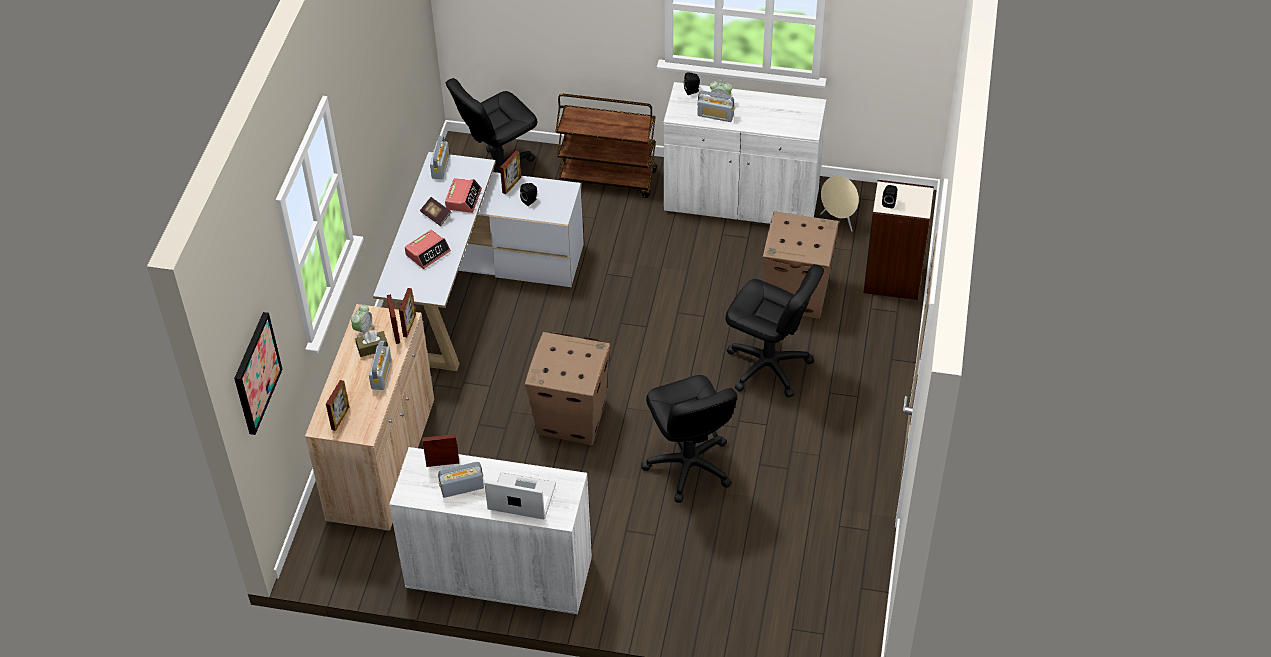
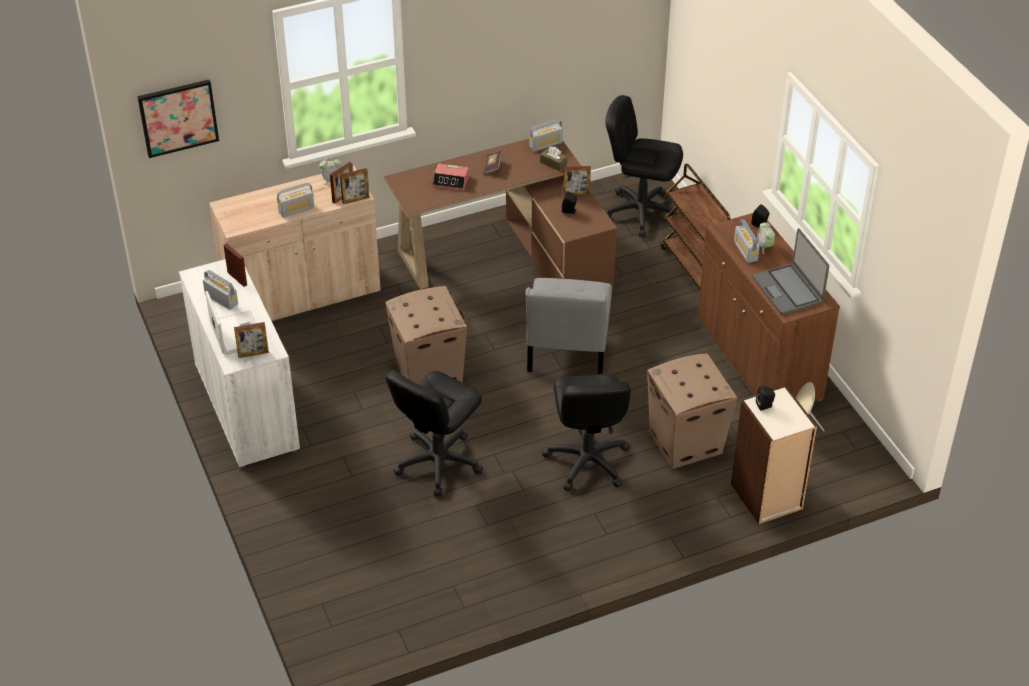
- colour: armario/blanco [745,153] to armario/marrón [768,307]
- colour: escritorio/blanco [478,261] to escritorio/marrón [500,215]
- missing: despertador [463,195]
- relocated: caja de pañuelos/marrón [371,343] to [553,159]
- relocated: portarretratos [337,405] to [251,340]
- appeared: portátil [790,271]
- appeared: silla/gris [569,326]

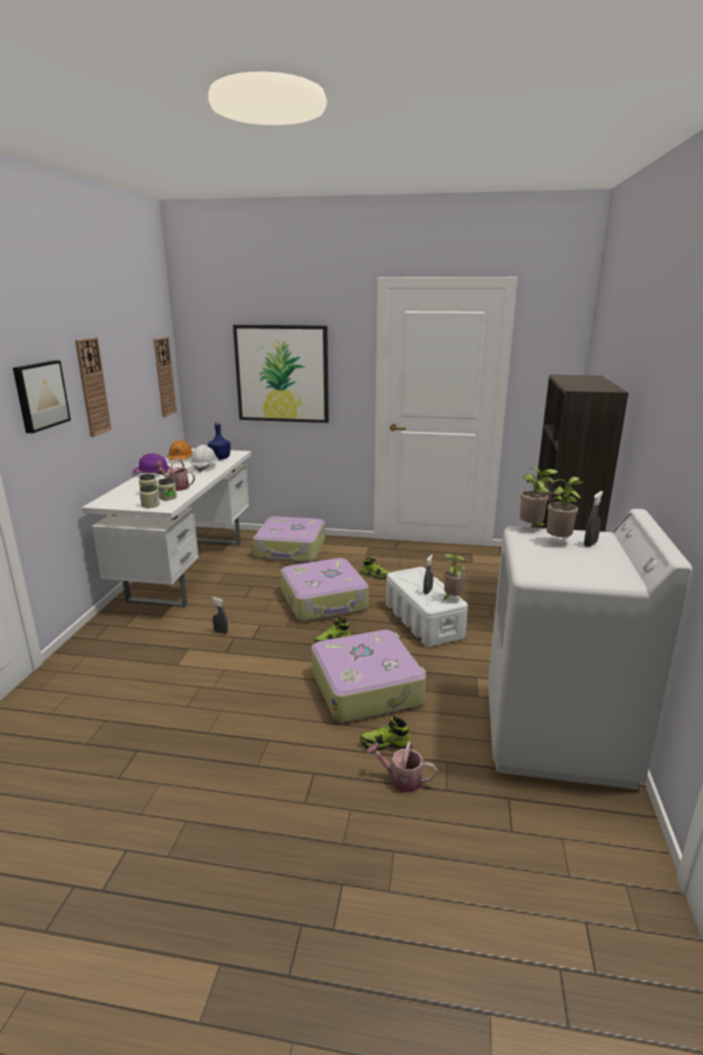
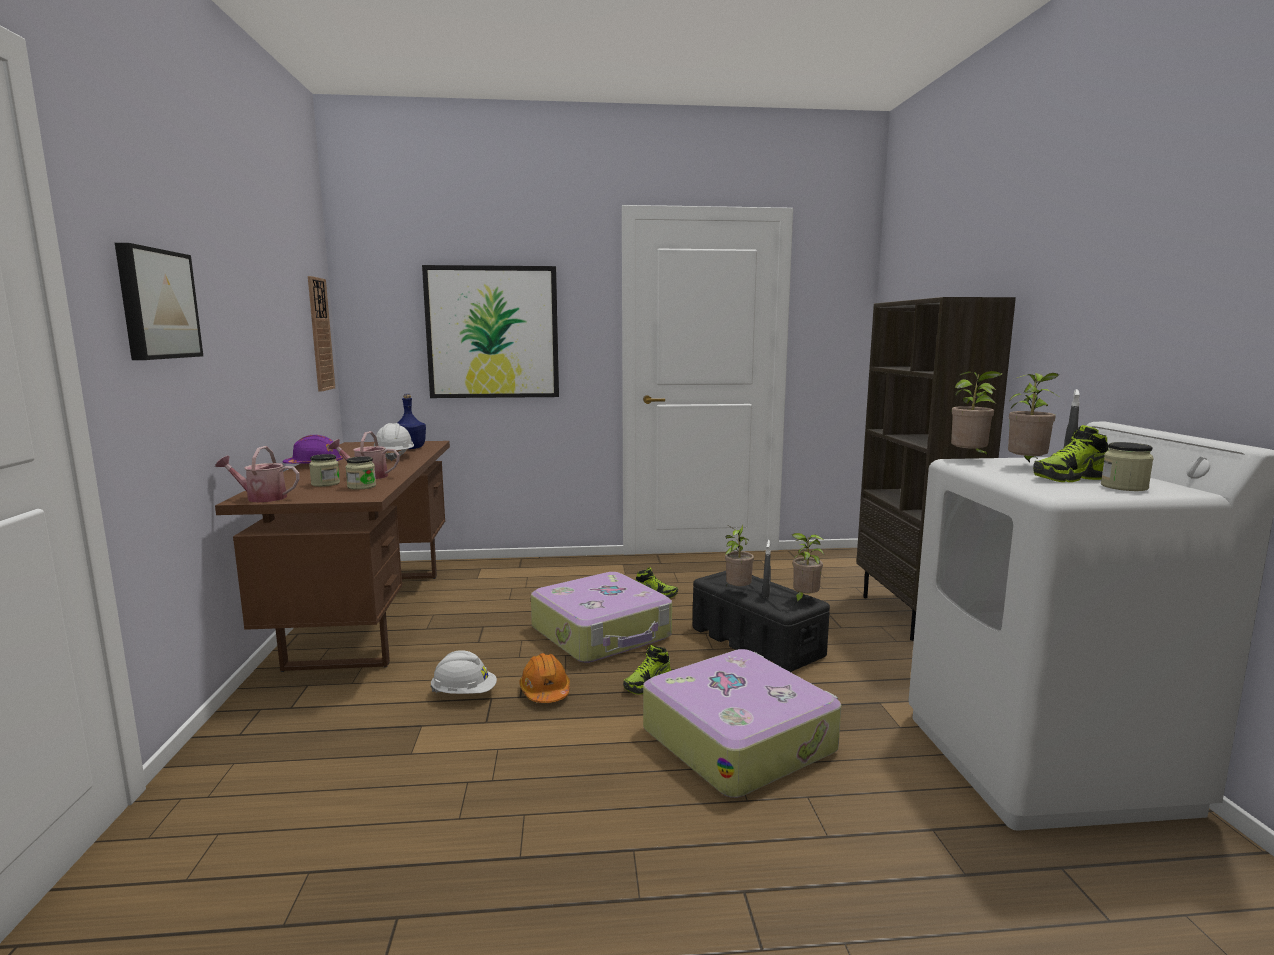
- missing: reloj de pared [93,387]
- relocated: casco/naranja [180,450] to [544,678]
- colour: escritorio/blanco [166,528] to escritorio/marrón [332,556]
- relocated: tarro [150,496] to [1127,466]
- missing: maleta [289,539]
- colour: caja de almacenaje/blanco [427,607] to caja de almacenaje/negro [761,621]
- exchanged: pulverizador/gris [220,615] to casco/blanco [463,672]
- relocated: zapato [386,733] to [1071,453]
- relocated: regadera [402,767] to [257,474]
- appeared: planta en maceta [739,555]

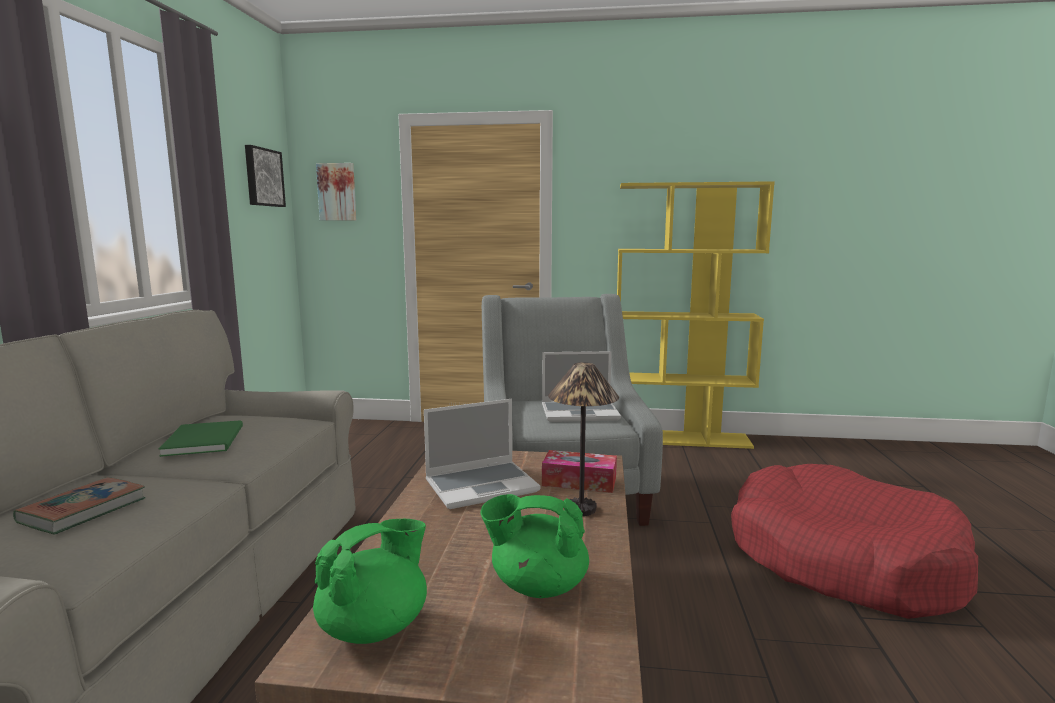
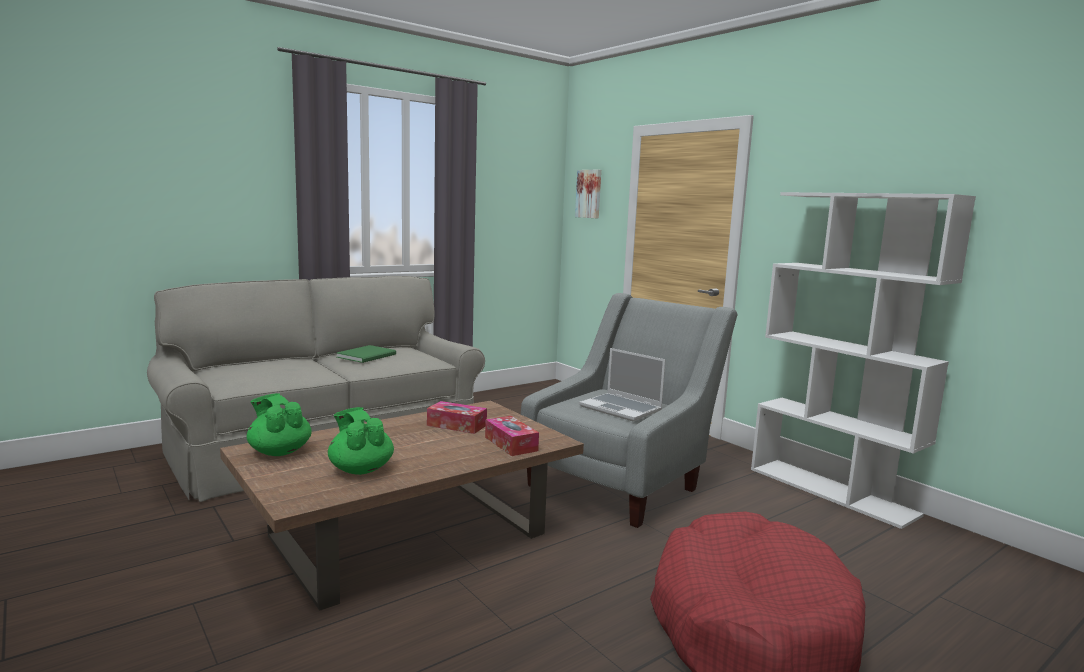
- missing: cuadro [265,176]
- colour: estantería/amarillo [696,315] to estantería/blanco [863,360]
- missing: lámpara de mesa [583,439]
- exchanged: portátil [482,454] to caja de pañuelos [457,417]
- missing: libro [79,506]
- spun: tetera/verde [370,581] = [279,424] 135 degrees counterclockwise

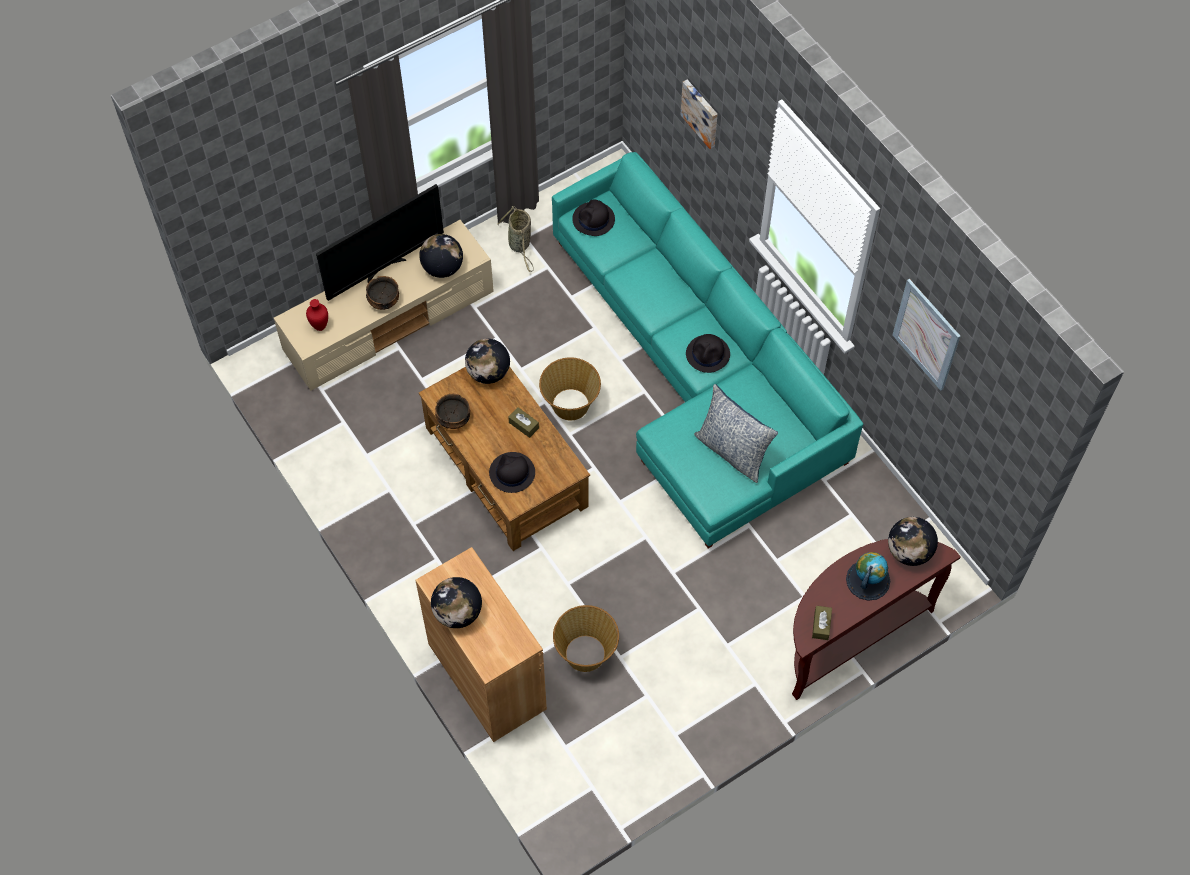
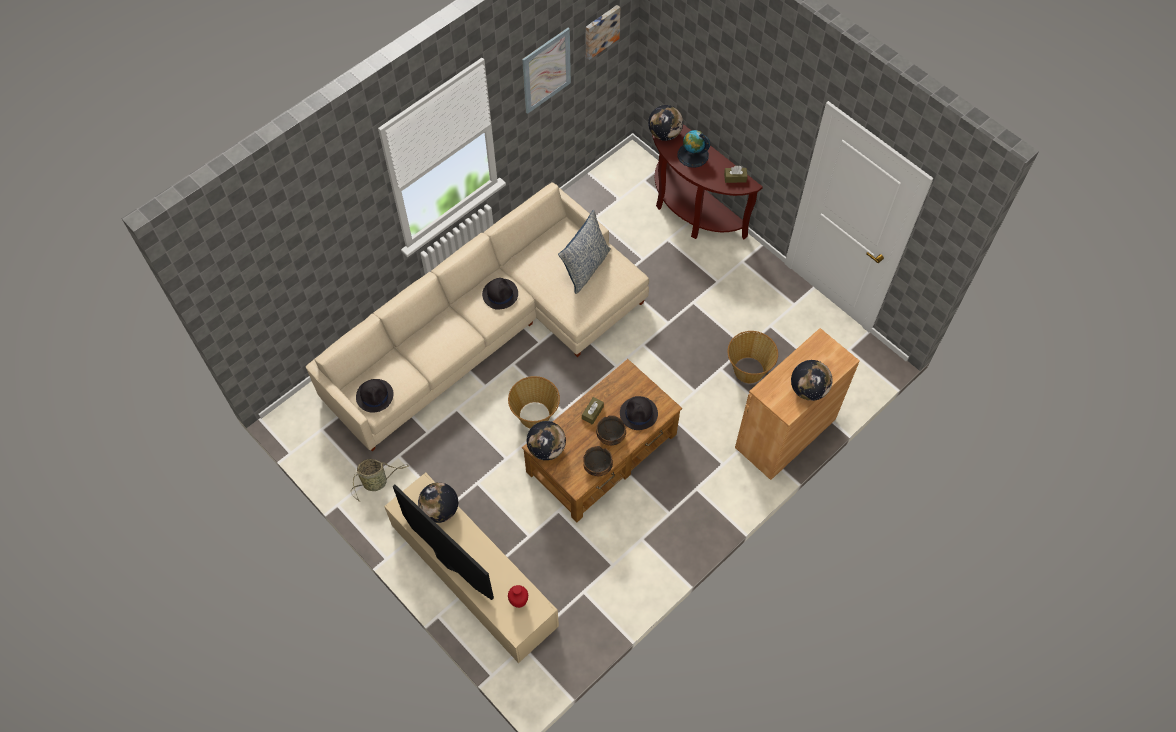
- relocated: cuadro [699,114] to [603,32]
- colour: sofá/turquesa [707,350] to sofá/beis [477,316]
- relocated: cuenco [382,293] to [611,430]

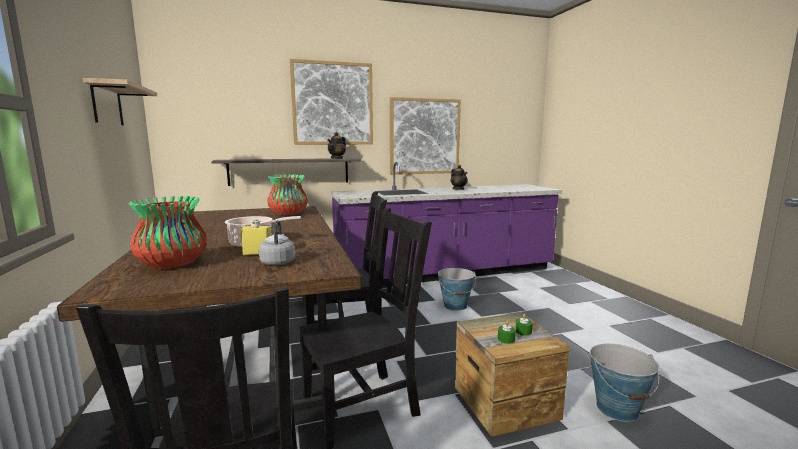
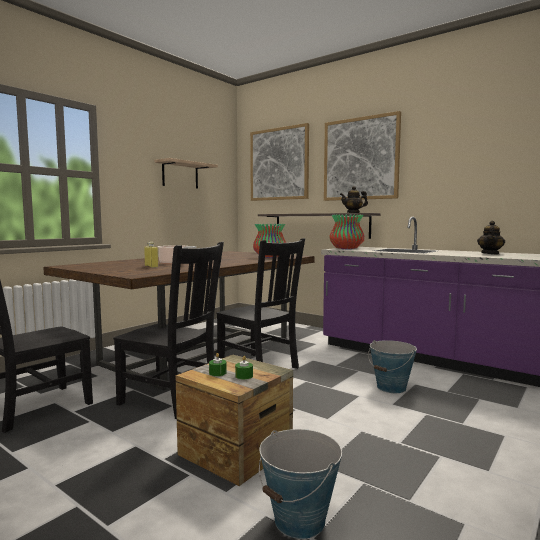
- relocated: cuadro [425,136] to [279,162]
- relocated: florero [168,232] to [346,232]
- missing: hervidor/gris [277,243]

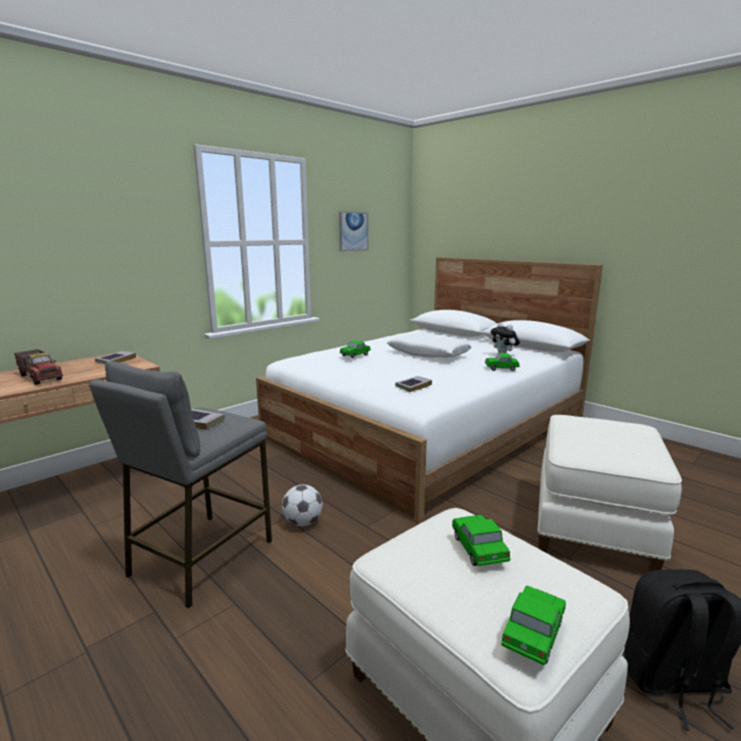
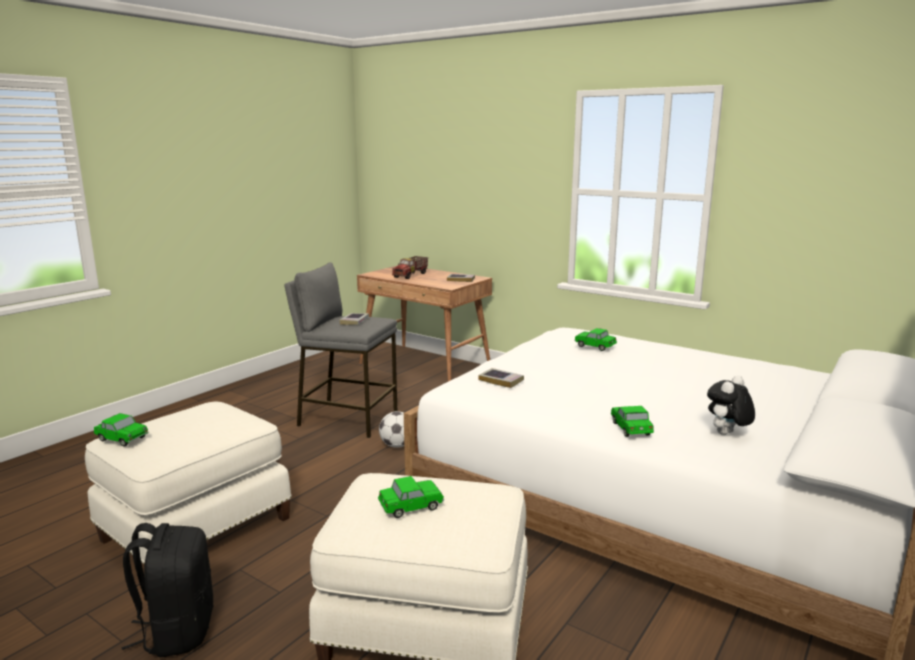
- missing: cuadro [353,231]
- missing: cojín/blanco [429,345]
- relocated: coche de juguete [481,540] to [411,497]

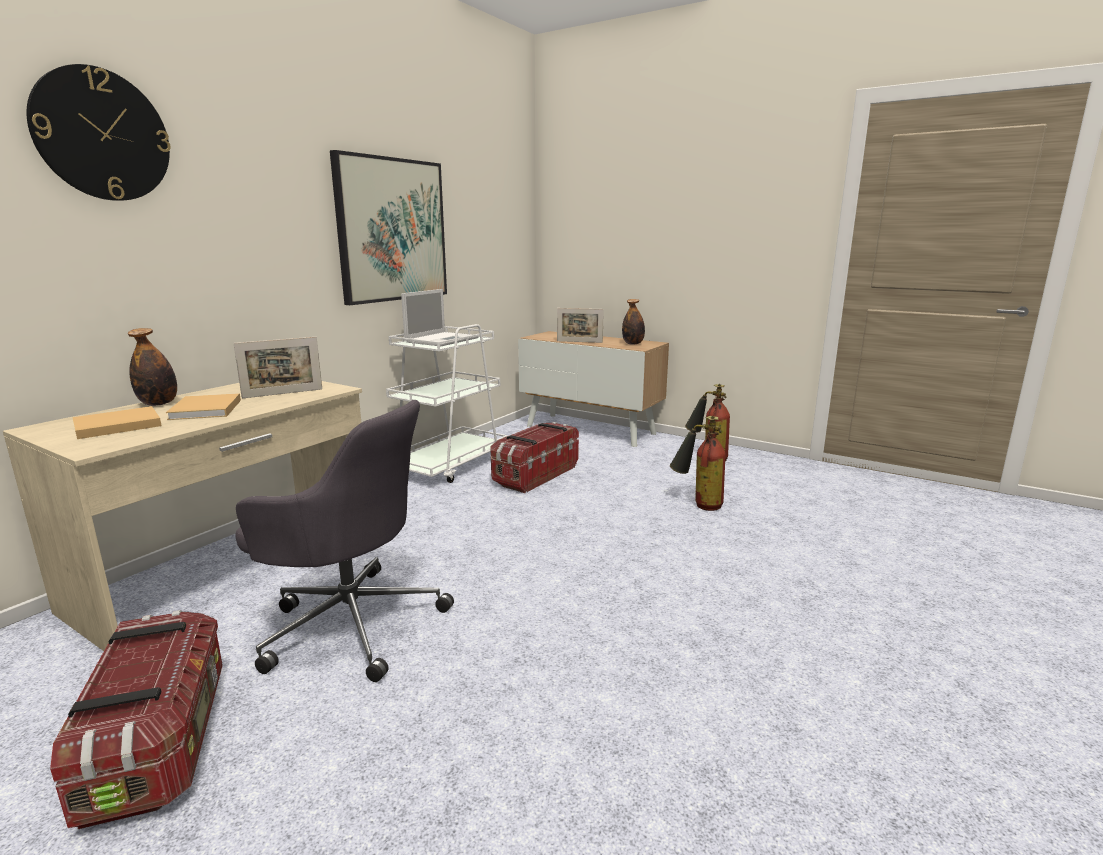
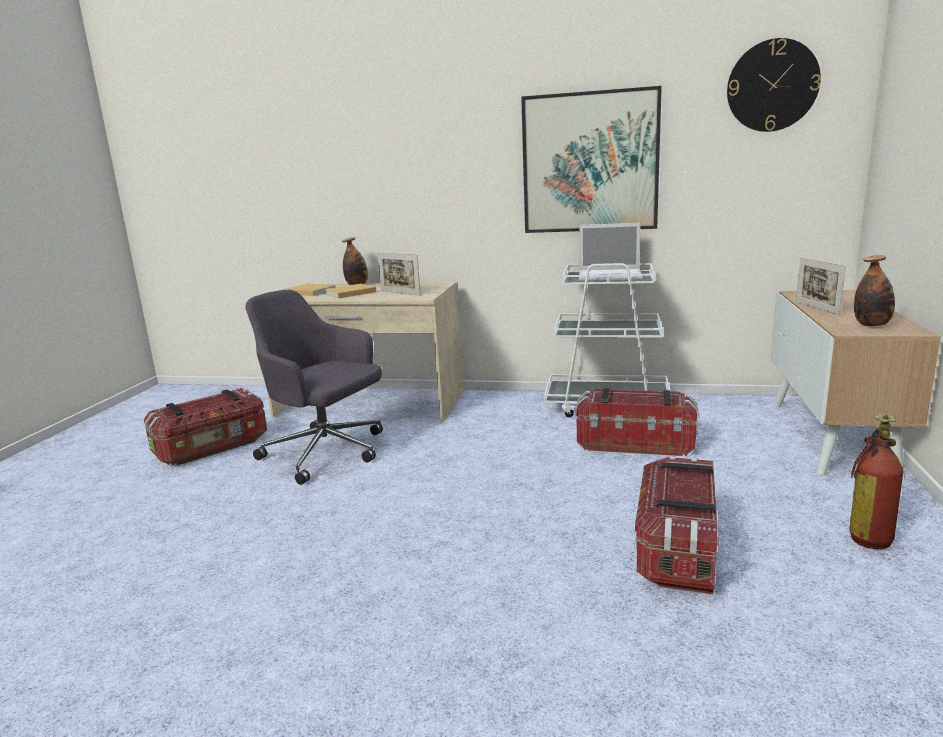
- relocated: reloj de pared [99,132] to [774,85]
- spun: silla de oficina/gris [345,541] = [314,387] 120 degrees clockwise
- exchanged: extintor [698,463] to caja de almacenaje [677,525]

